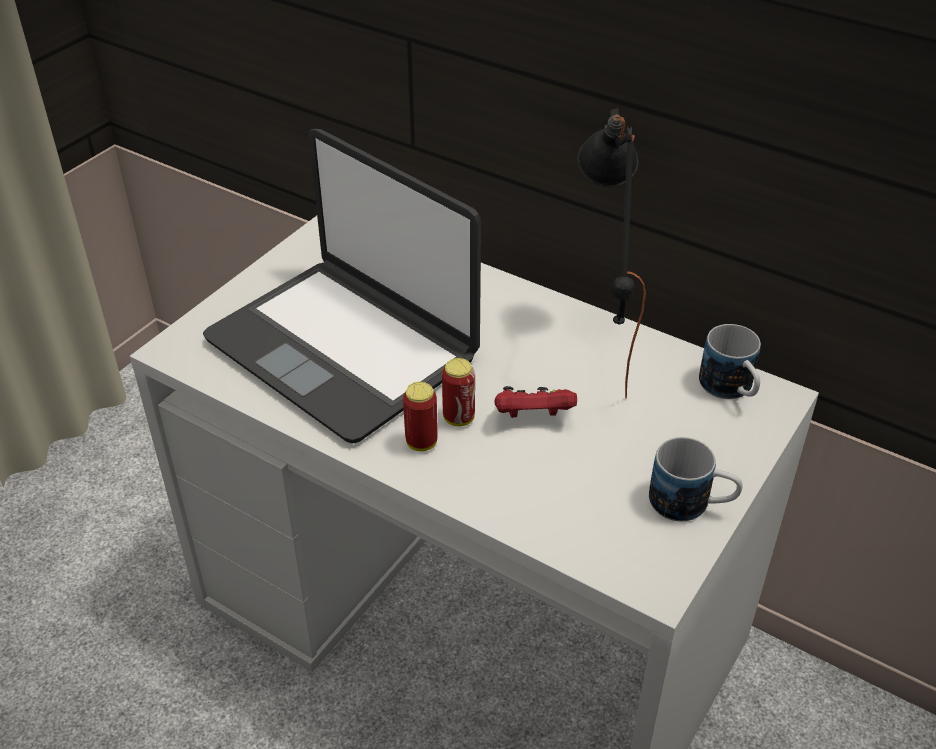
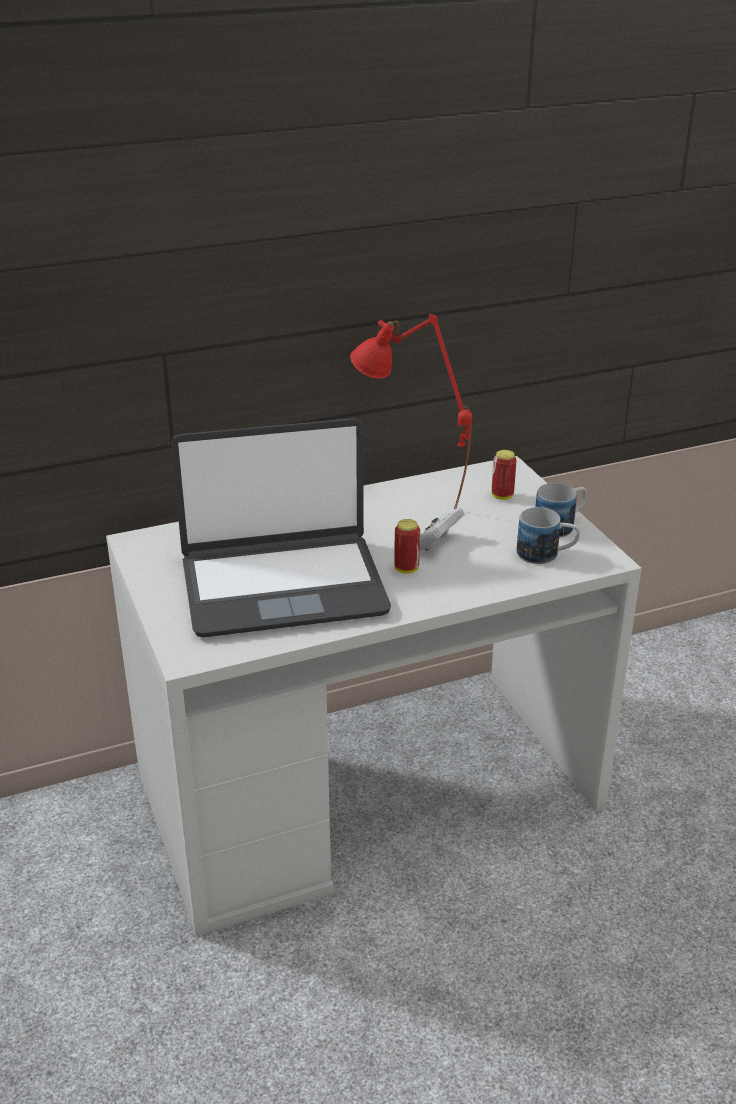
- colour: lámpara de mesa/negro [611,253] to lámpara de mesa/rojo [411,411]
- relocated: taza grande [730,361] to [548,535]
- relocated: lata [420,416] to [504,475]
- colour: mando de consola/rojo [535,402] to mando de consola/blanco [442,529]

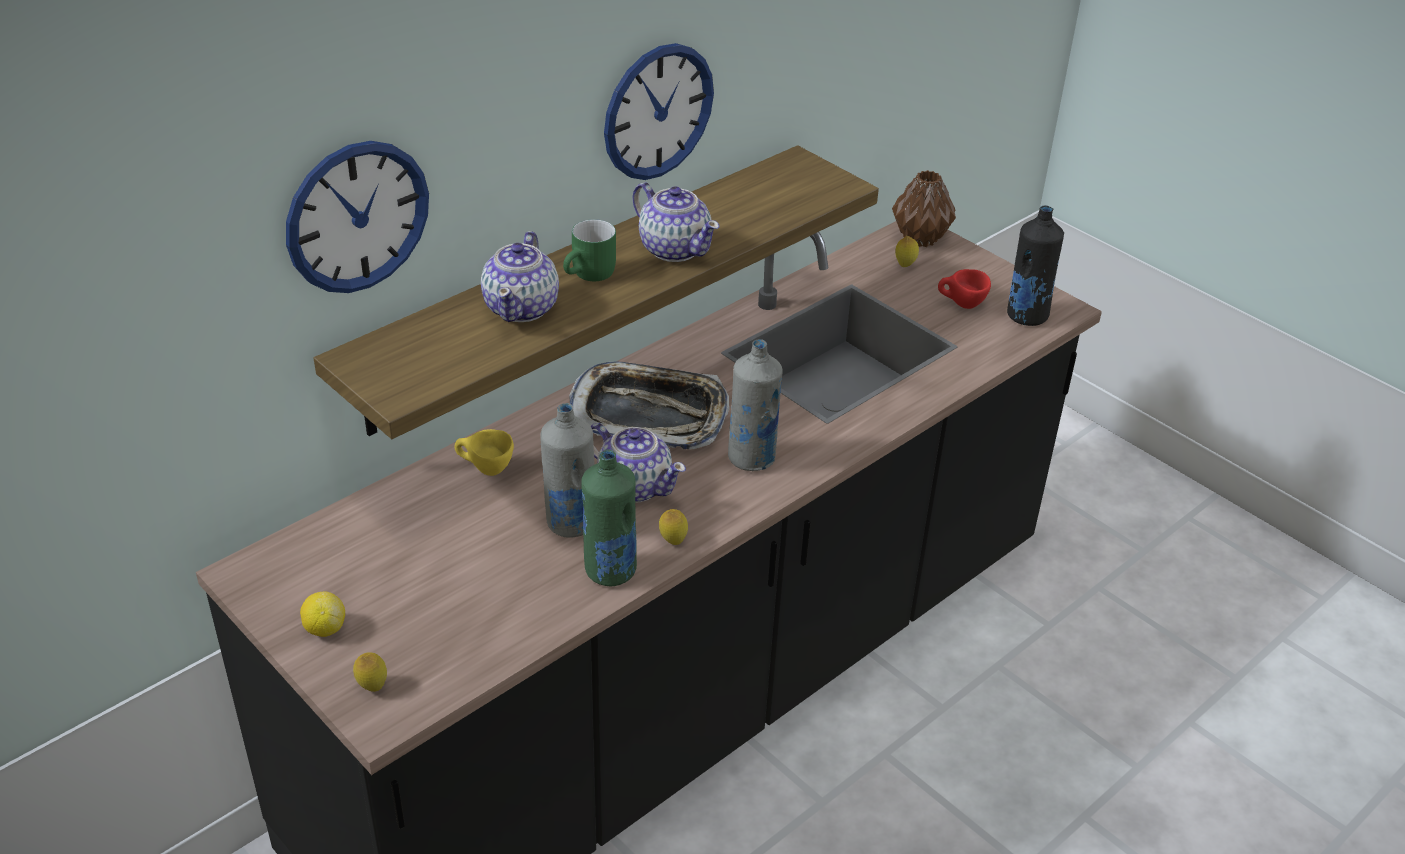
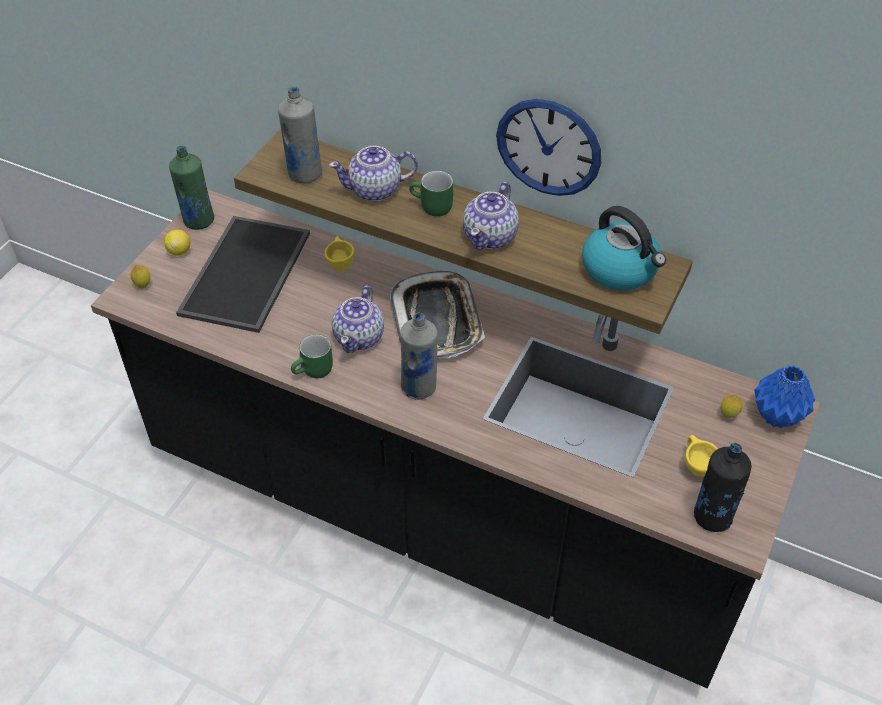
- missing: reloj de pared [357,217]
- colour: florero/marrón [924,208] to florero/azul [784,396]
- colour: taza/rojo [964,289] to taza/amarillo [701,456]
- relocated: botella/gris [567,470] to [300,134]
- relocated: botella/verde [609,517] to [191,188]
- exchanged: limón [673,527] to taza grande/verde [312,356]
- appeared: hervidor [624,248]
- appeared: bandeja [243,274]

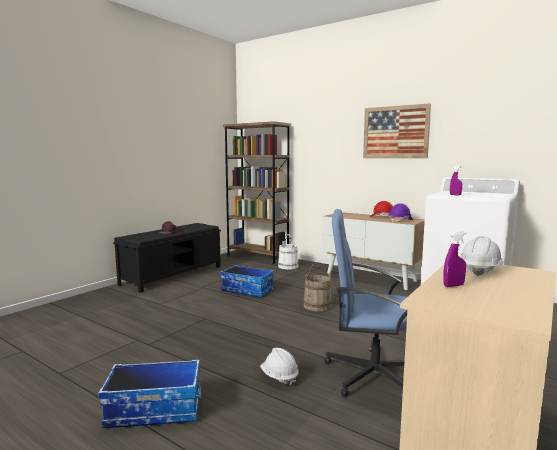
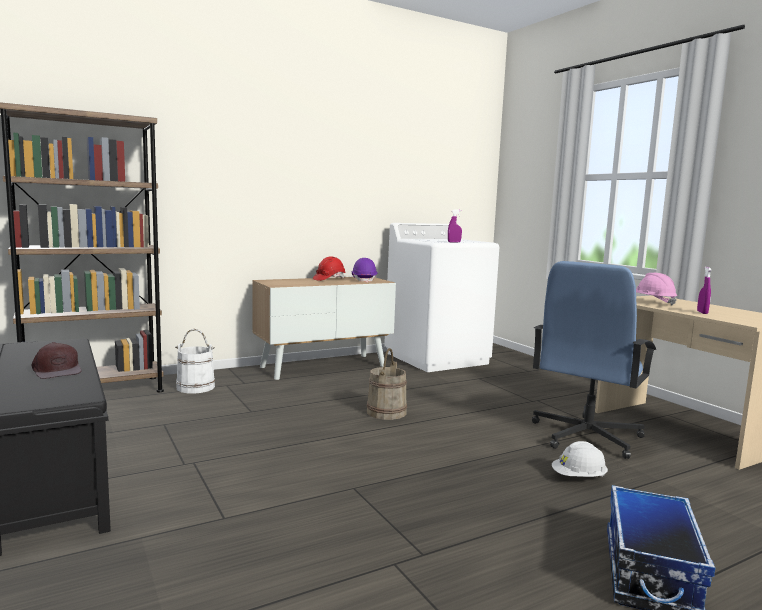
- missing: cuadro [397,130]
- colour: casco/blanco [481,256] to casco/rosa [656,289]
- missing: caja de almacenaje [247,281]

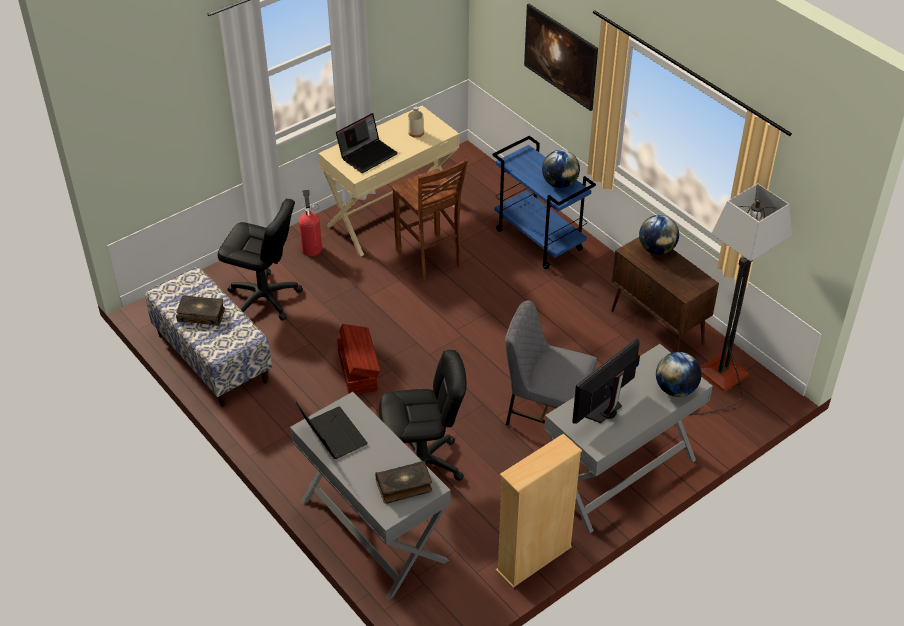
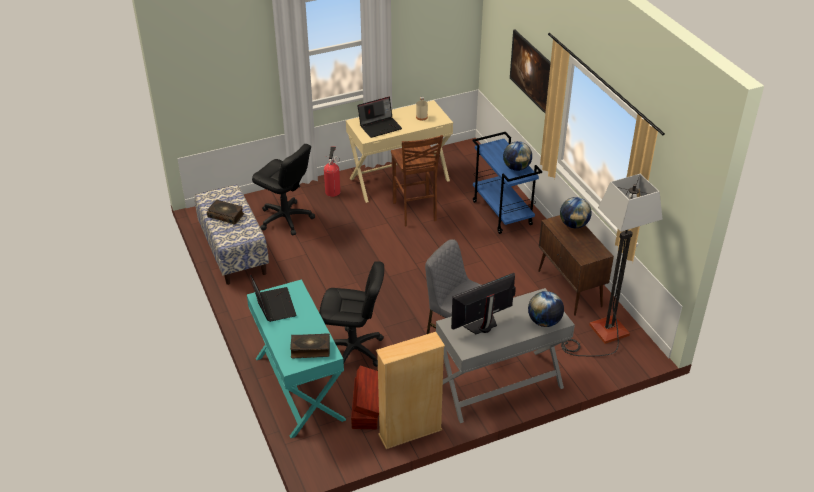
- relocated: caja de almacenaje/marrón [358,359] to [365,397]
- colour: escritorio/gris [370,496] to escritorio/turquesa [296,358]

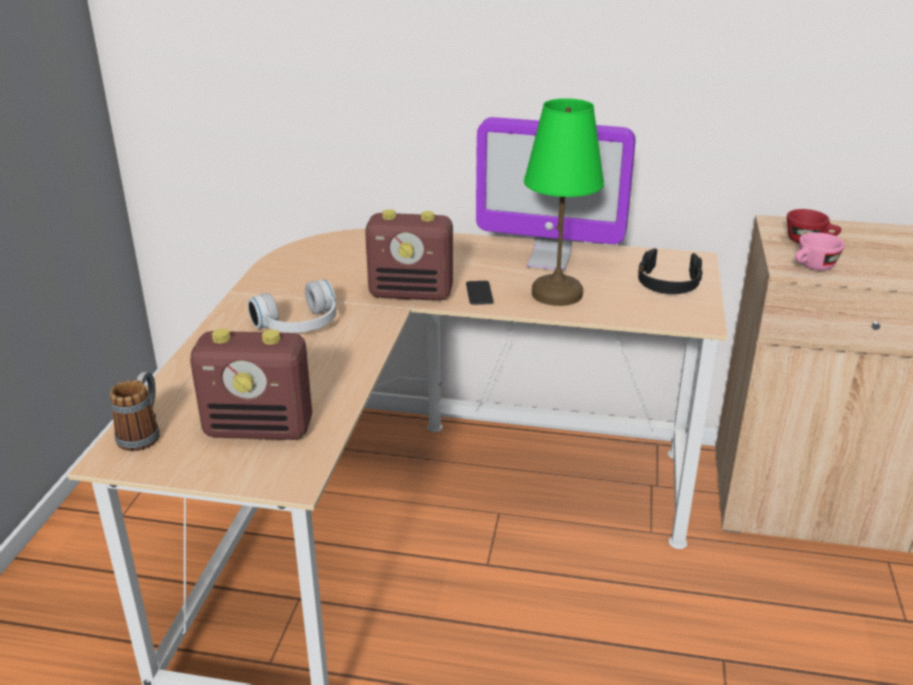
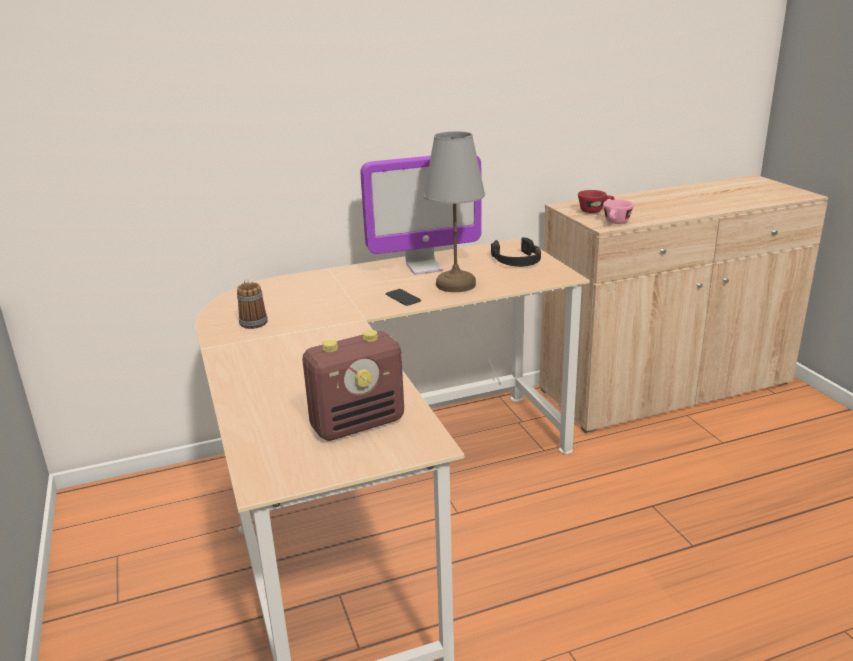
- colour: lámpara de mesa/verde [564,202] to lámpara de mesa/gris [454,211]
- missing: radio [409,255]
- missing: auriculares/blanco [292,306]
- relocated: taza grande [135,411] to [252,304]

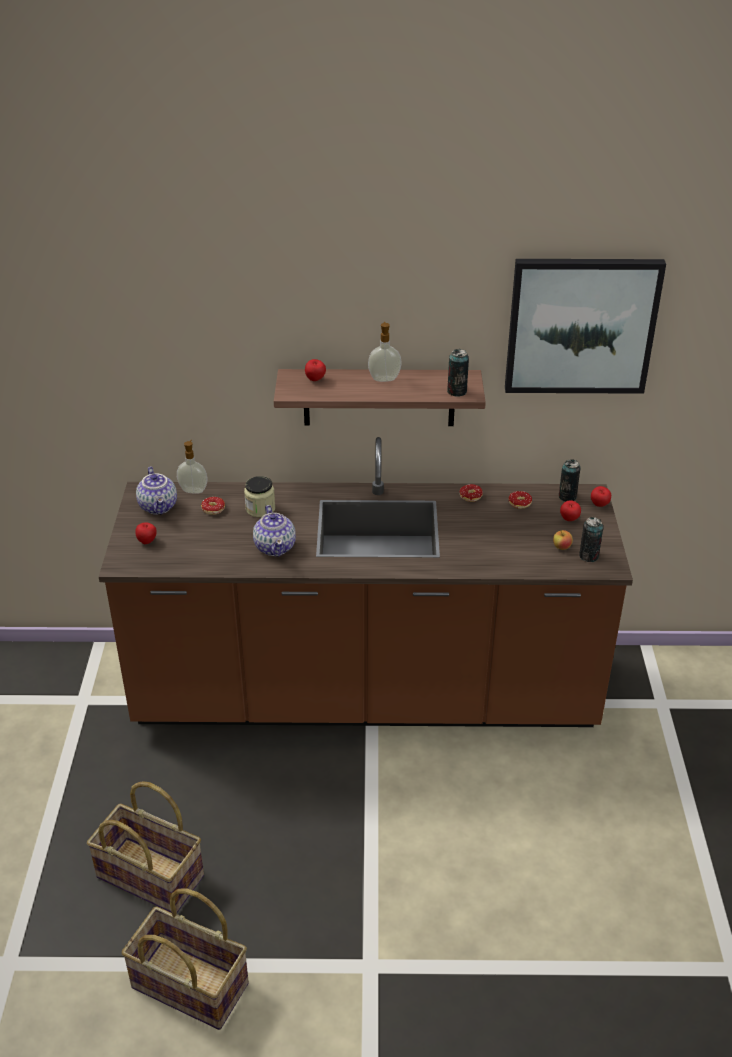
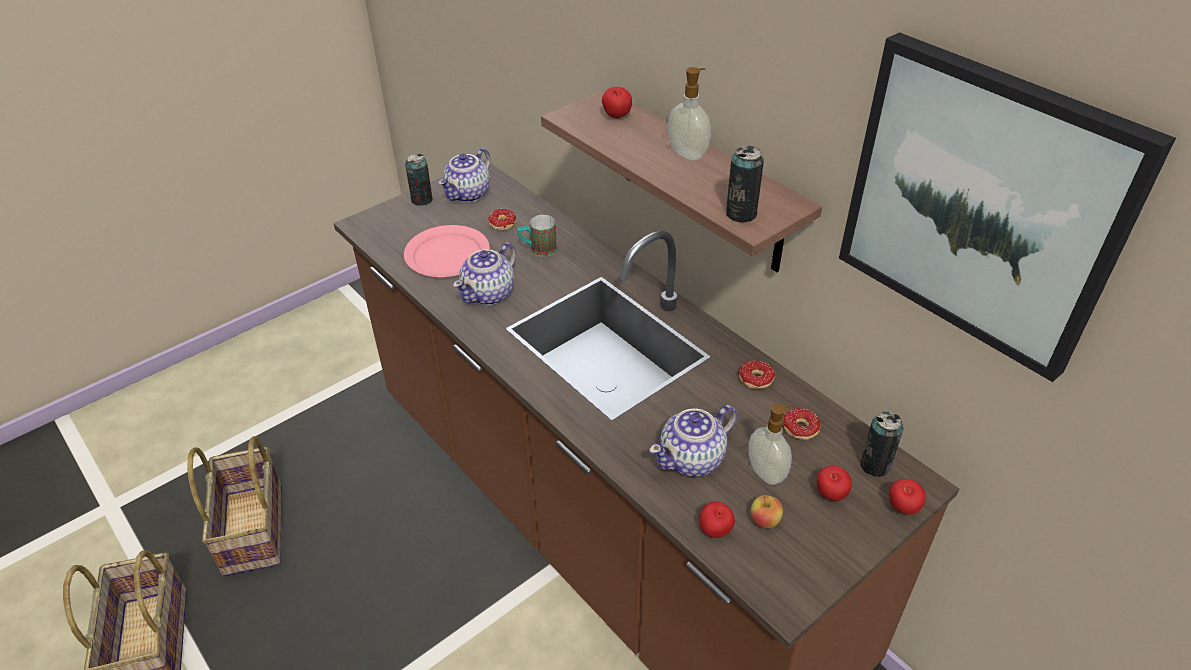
- relocated: dispensador de jabón [192,467] to [771,444]
- exchanged: tarro [259,496] to taza grande [537,236]
- relocated: lata [591,539] to [419,180]
- relocated: manzana [146,533] to [717,519]
- appeared: plato/rosa [447,251]
- appeared: tetera [693,441]

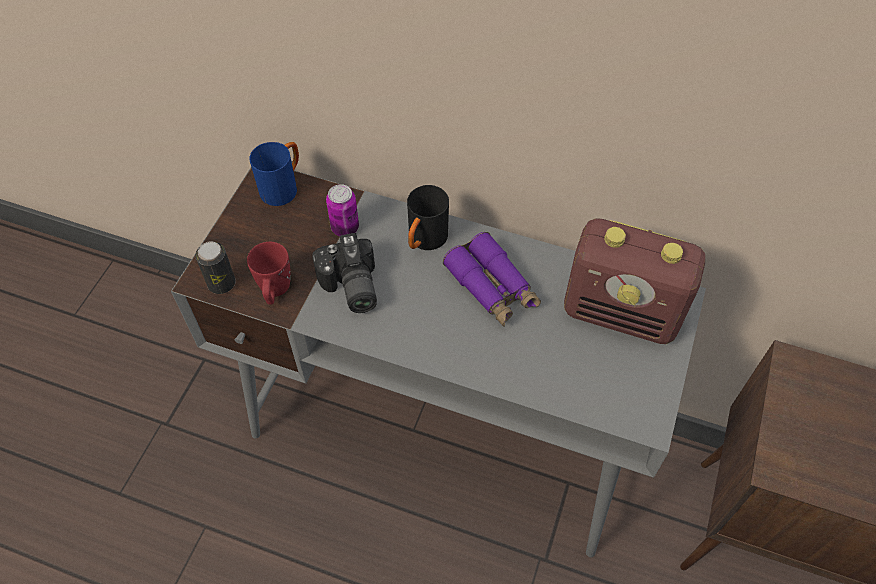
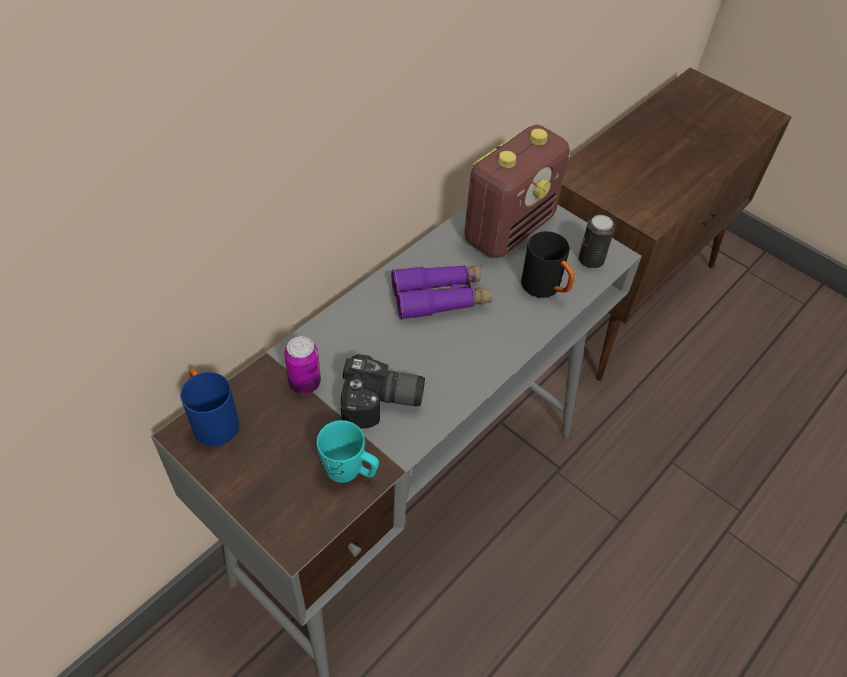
- relocated: taza grande/negro [428,217] to [548,264]
- relocated: lata [215,267] to [597,241]
- colour: taza grande/rojo [268,273] to taza grande/turquesa [348,451]

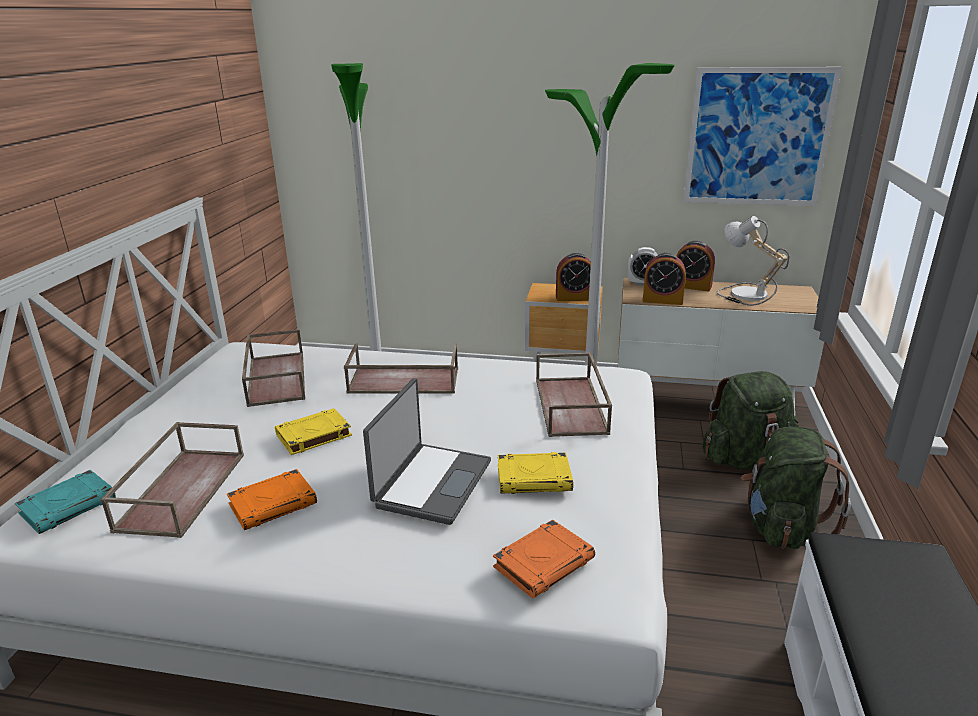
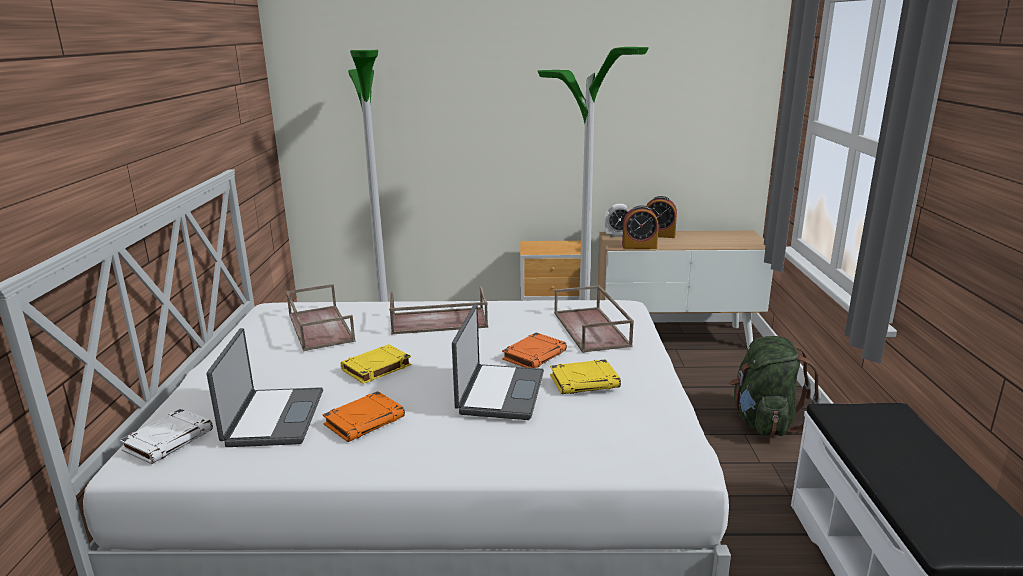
- missing: cuadro [762,136]
- missing: lámpara de mesa [753,261]
- missing: despertador [573,277]
- missing: mochila/verde [750,420]
- exchanged: bandeja/marrón [172,480] to portátil [265,387]
- colour: libro/turquesa [65,502] to libro/blanco [166,436]
- relocated: libro/naranja [544,559] to [534,350]

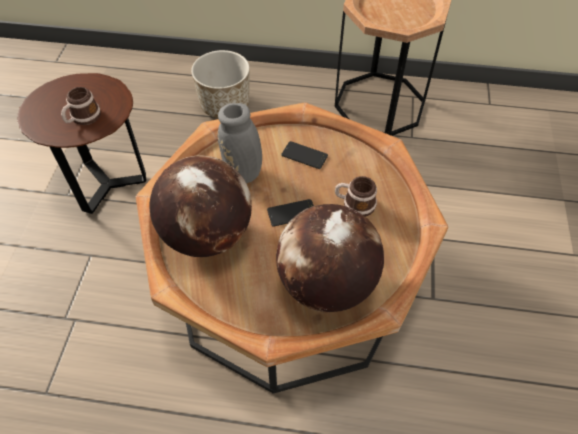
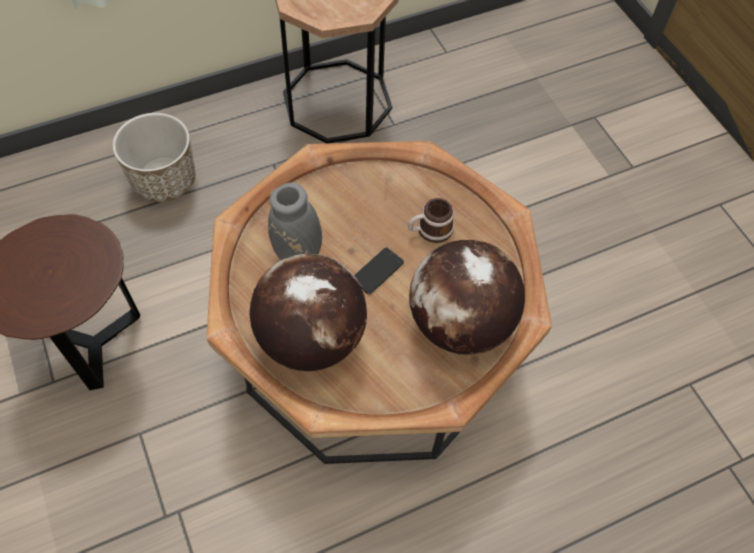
- missing: taza grande [81,106]
- missing: móvil [304,155]

